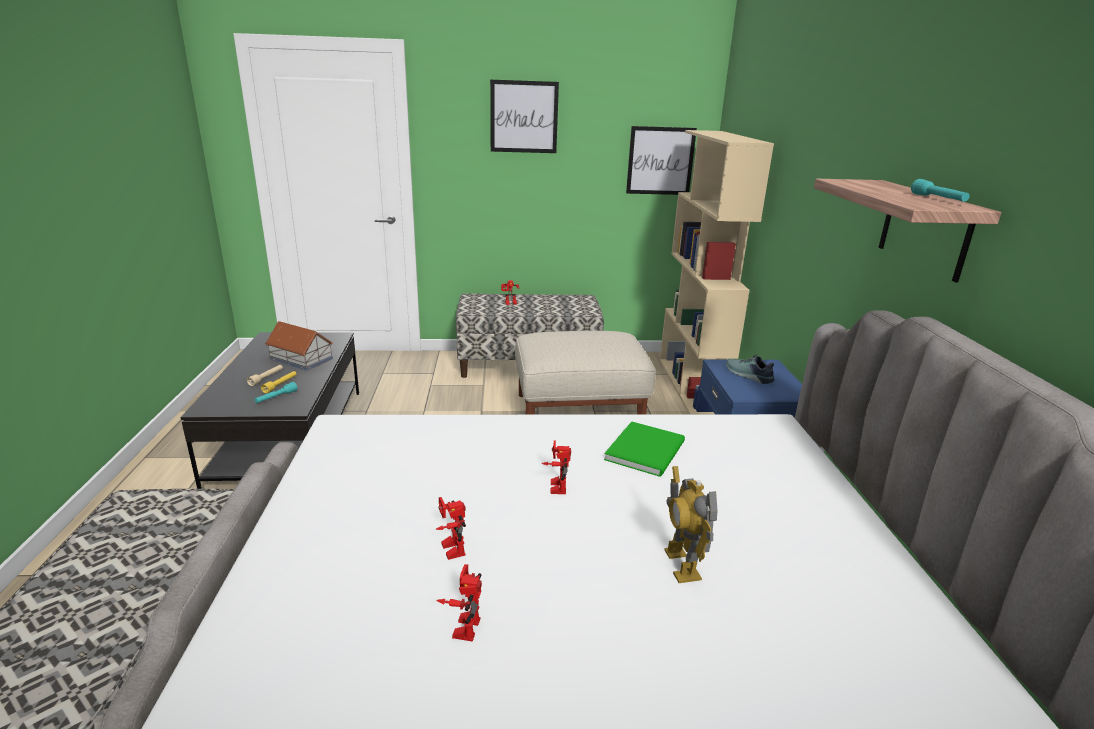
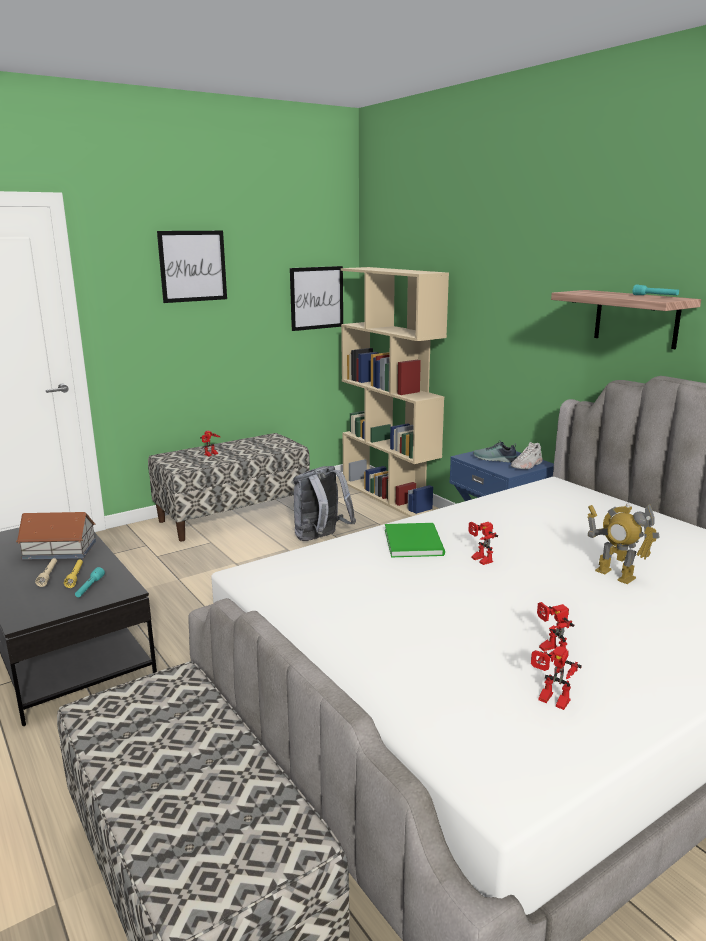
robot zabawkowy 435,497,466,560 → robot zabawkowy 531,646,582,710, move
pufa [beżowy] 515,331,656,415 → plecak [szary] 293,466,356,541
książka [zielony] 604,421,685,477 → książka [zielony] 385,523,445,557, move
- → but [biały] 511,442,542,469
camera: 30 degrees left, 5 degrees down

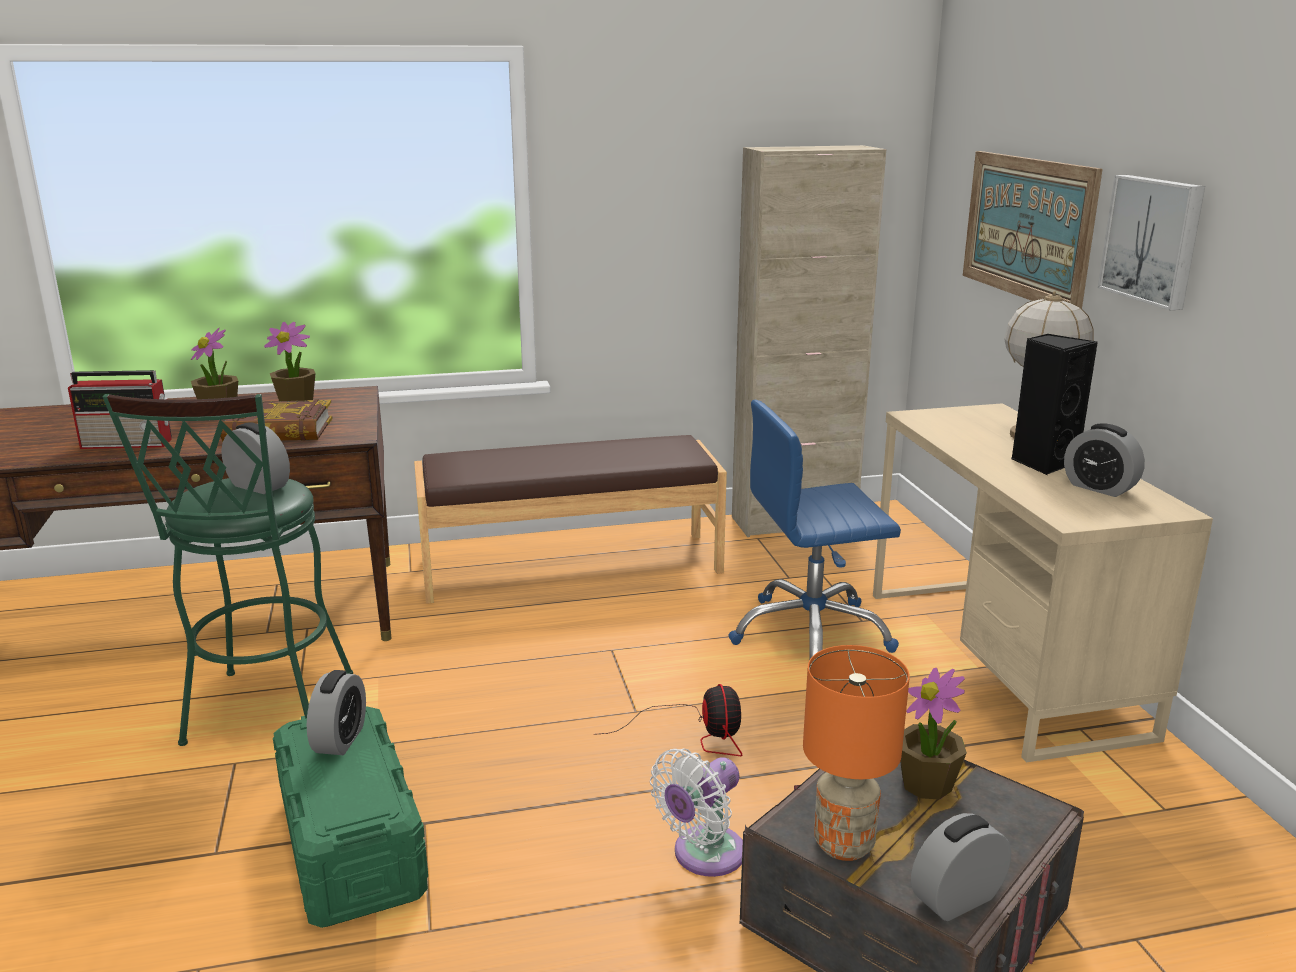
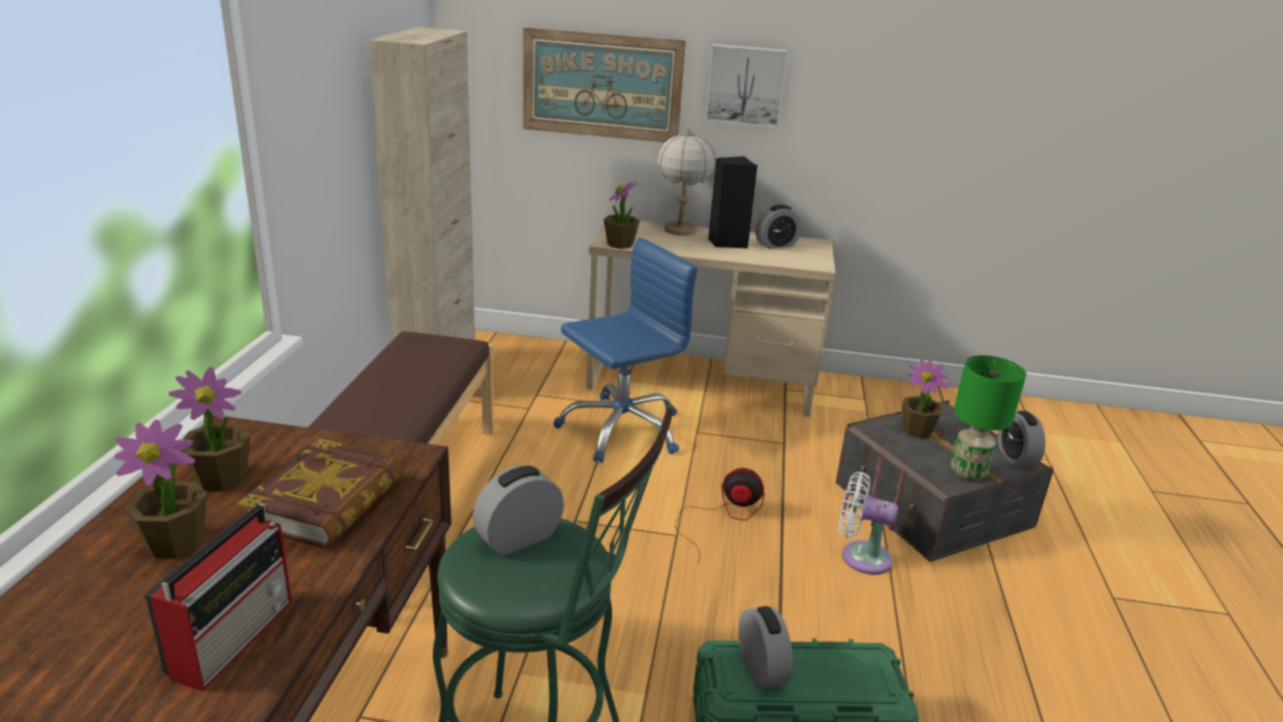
budzik 306,670,366,755 → budzik 739,606,793,689, 45 degrees clockwise
wentylator [biały] 650,748,743,877 → wentylator [biały] 839,472,898,575, 135 degrees clockwise
krzesło biurowe [niebieski] 728,400,901,660 → krzesło biurowe [niebieski] 554,237,698,463, 135 degrees counterclockwise
lampa stołowa [pomarańczowy] 803,645,910,861 → lampa stołowa [zielony] 951,355,1026,481
- → roślina doniczkowa 604,181,640,249
camera: 70 degrees left, 5 degrees up

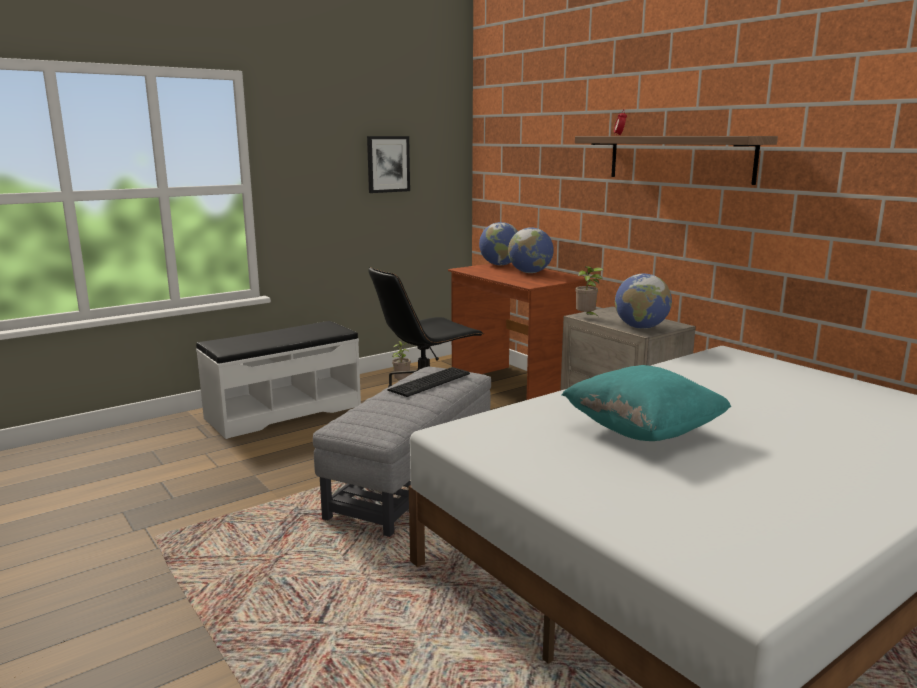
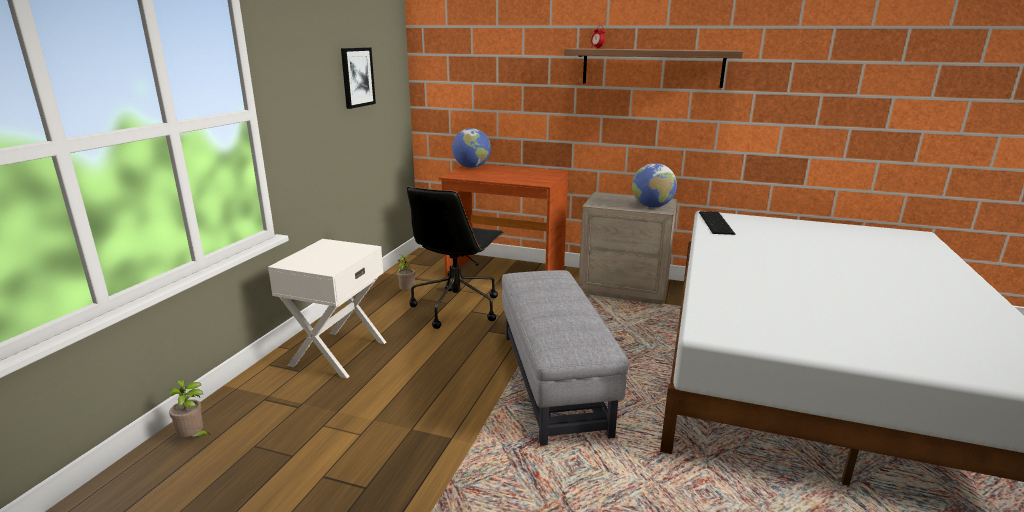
ławka [biały] 196,321,361,439 → szafka nocna [biały] 268,239,386,378
klawiatura 387,367,470,397 → klawiatura 699,211,735,235, move
globus 508,227,554,273 → -
poduszka [turkusowy] 562,365,731,441 → -
roślina doniczkowa 575,266,604,316 → roślina doniczkowa 169,380,211,437, move
camera: 35 degrees left, 5 degrees up

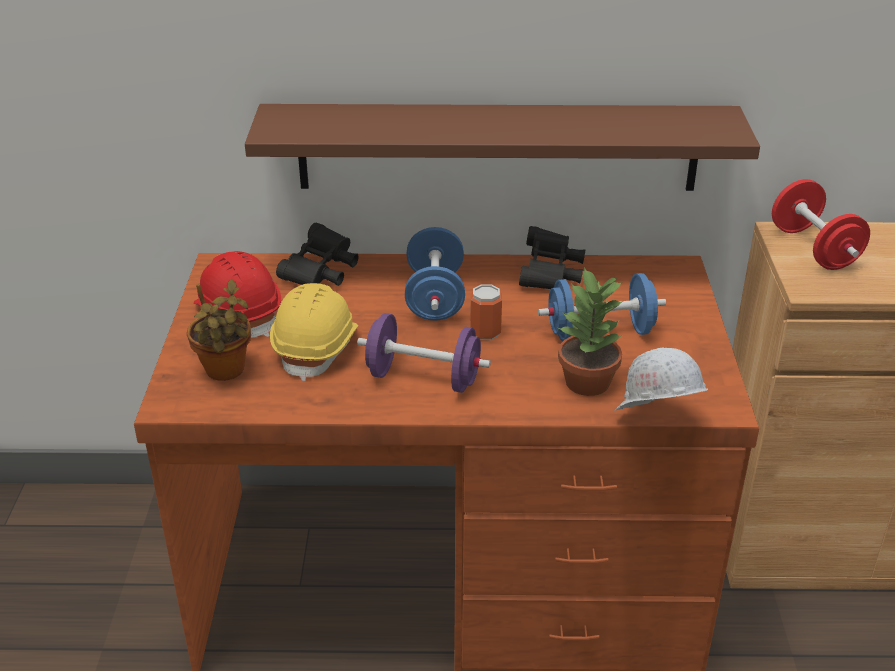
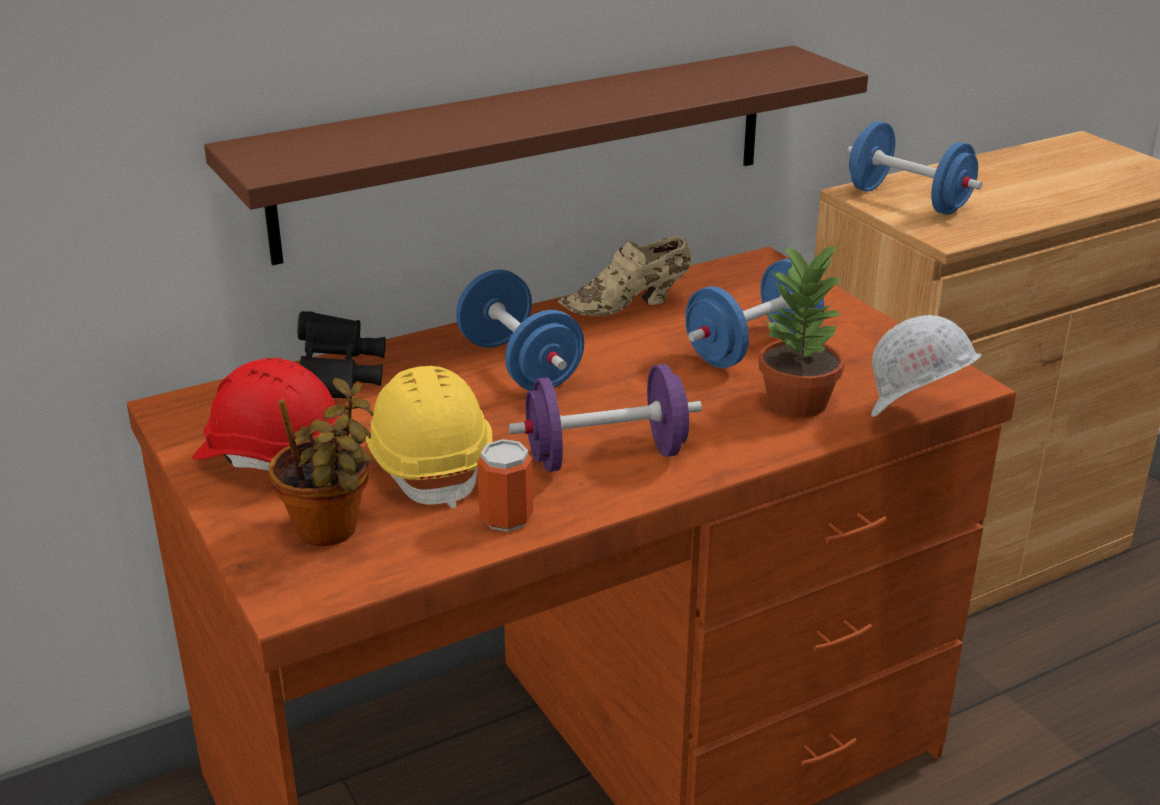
puszka 470,284,502,340 → puszka 477,439,533,532, move
lornetka [czarny] 519,226,585,289 → but [beżowy] 558,236,692,316
hantel [czerwony] 772,179,870,270 → hantel [niebieski] 847,121,982,215
camera: 30 degrees left, 5 degrees down

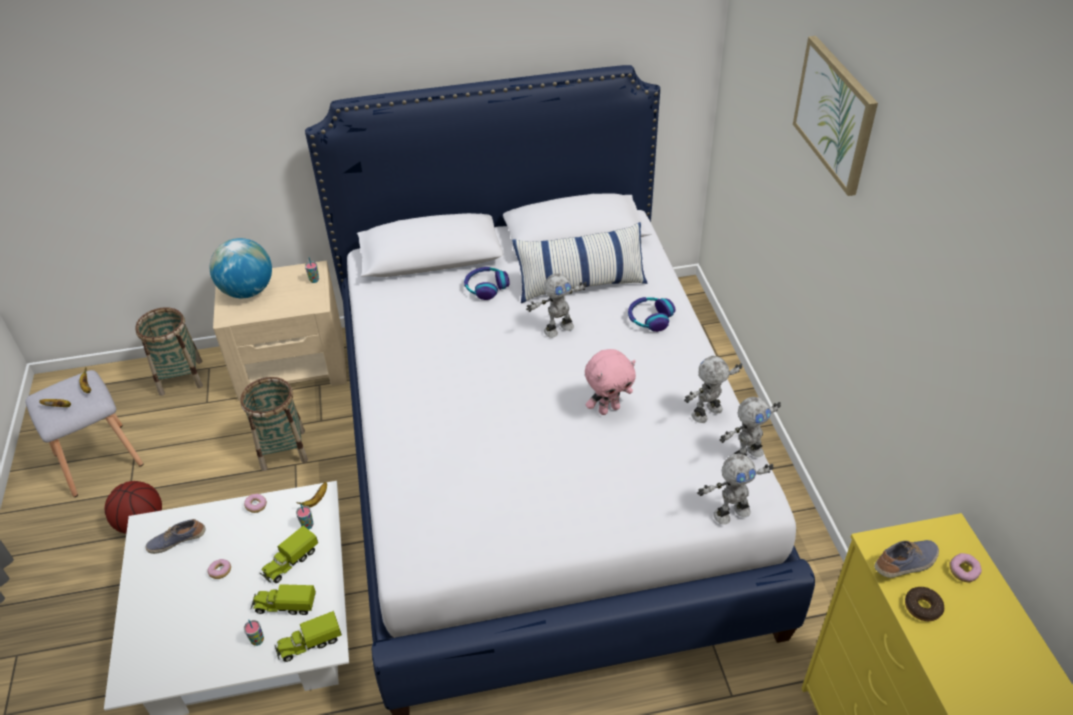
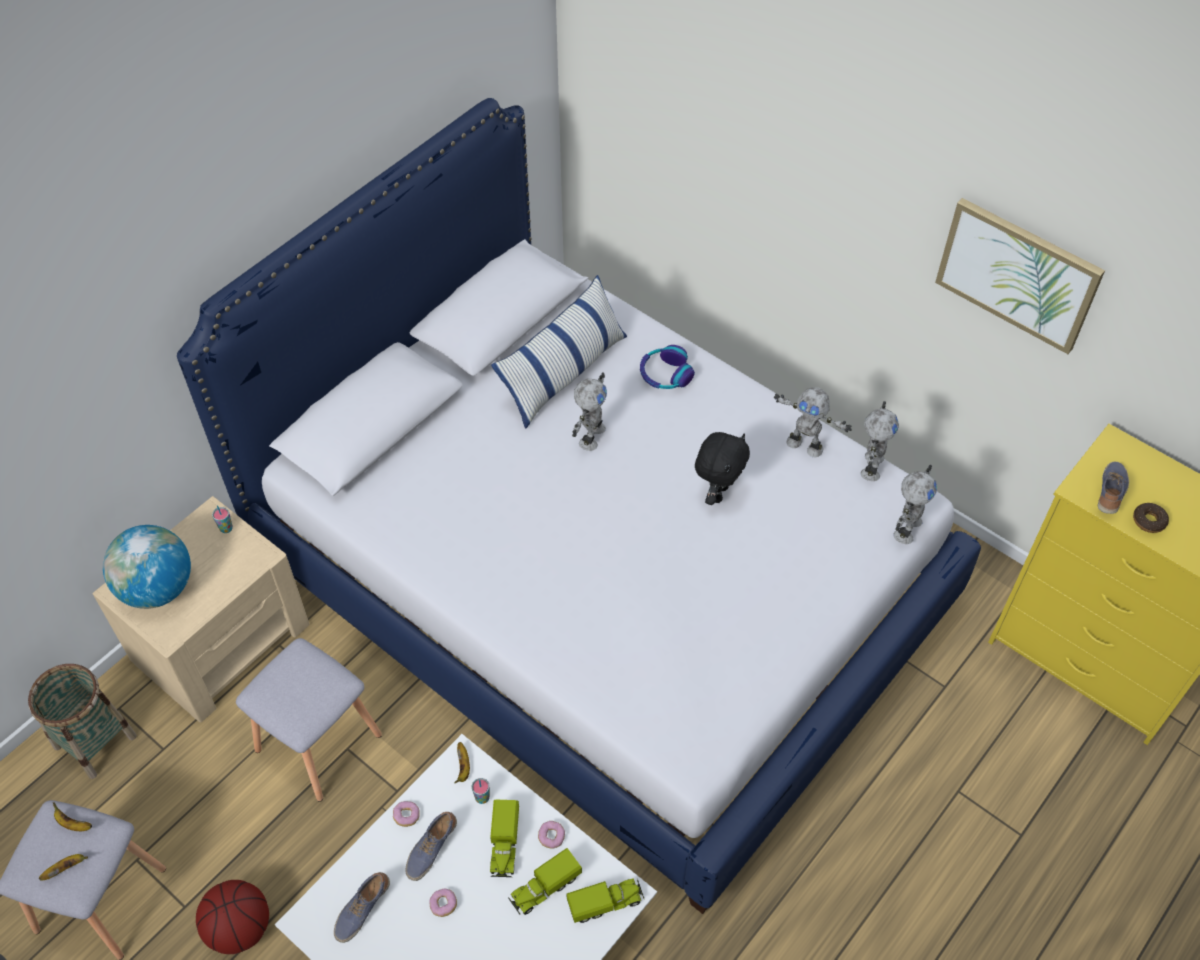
koszyk 240,377,308,471 → stołek [szary] 236,638,382,802
filiżanka 244,620,264,646 → -
ciężarówka zabawkowa 274,611,342,662 → ciężarówka zabawkowa 566,879,644,923, 135 degrees counterclockwise
słuchawki 464,267,510,300 → -
pluszak [różowy] 585,349,636,415 → pluszak [czarny] 695,432,750,505
robot zabawkowy 684,355,742,423 → robot zabawkowy 774,387,852,457, 75 degrees counterclockwise
obraz 793,36,878,196 → obraz 935,198,1105,354, move
donut 949,553,982,582 → donut 538,821,565,849, move
- → but 405,812,457,881
camera: 40 degrees left, 10 degrees up

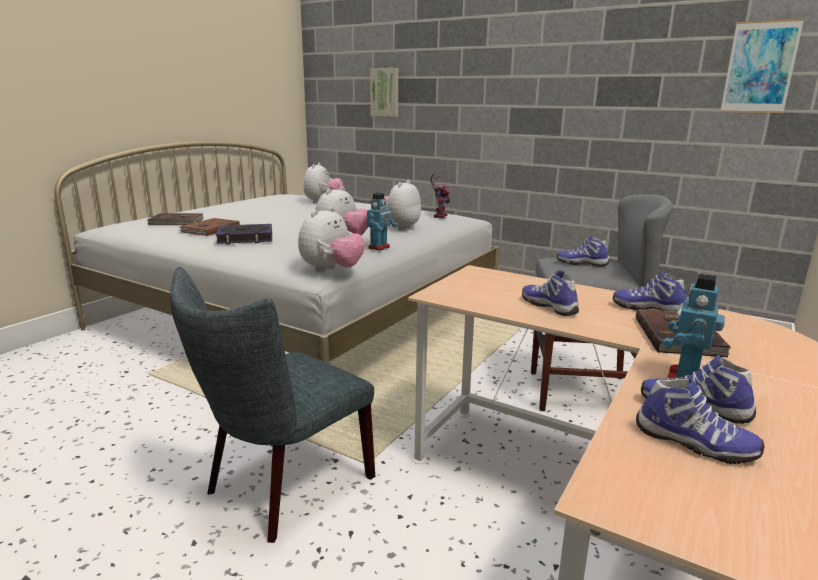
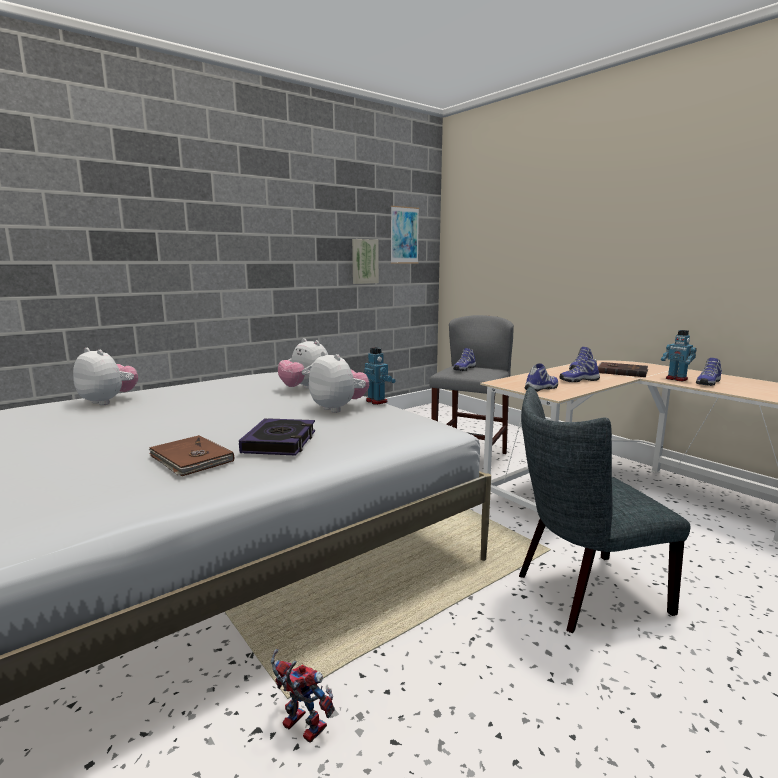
książka [brązowy] 147,213,204,225 → -
krzesło [szary] 170,267,375,543 → krzesło [szary] 519,386,691,633, 105 degrees clockwise
pluszak 298,207,365,272 → -
obraz 370,68,398,117 → obraz 352,239,379,284, move
robot zabawkowy 430,174,451,218 → robot zabawkowy 271,649,335,743, move
but 636,378,765,464 → but 524,363,558,392, move
camera: 70 degrees left, 5 degrees down

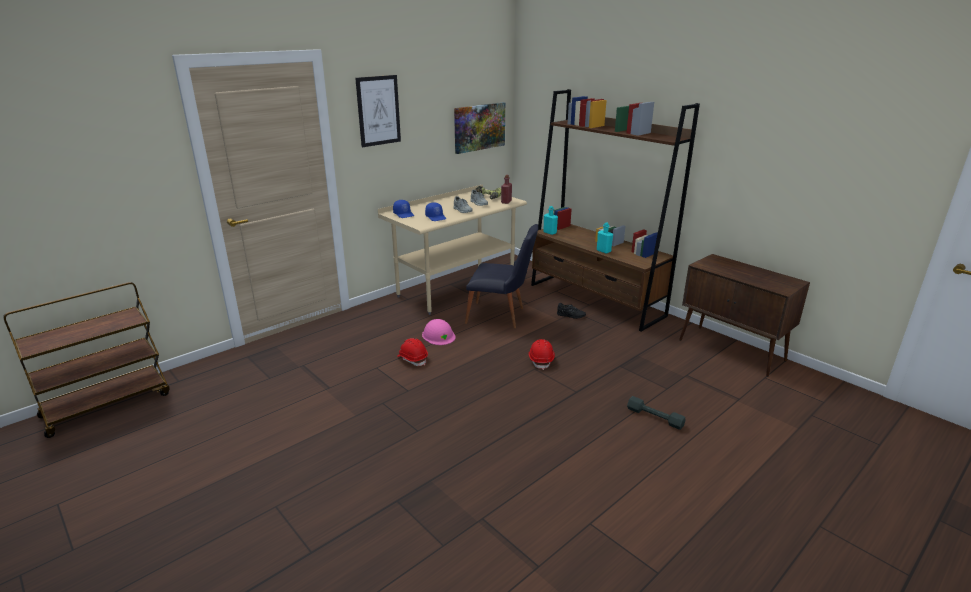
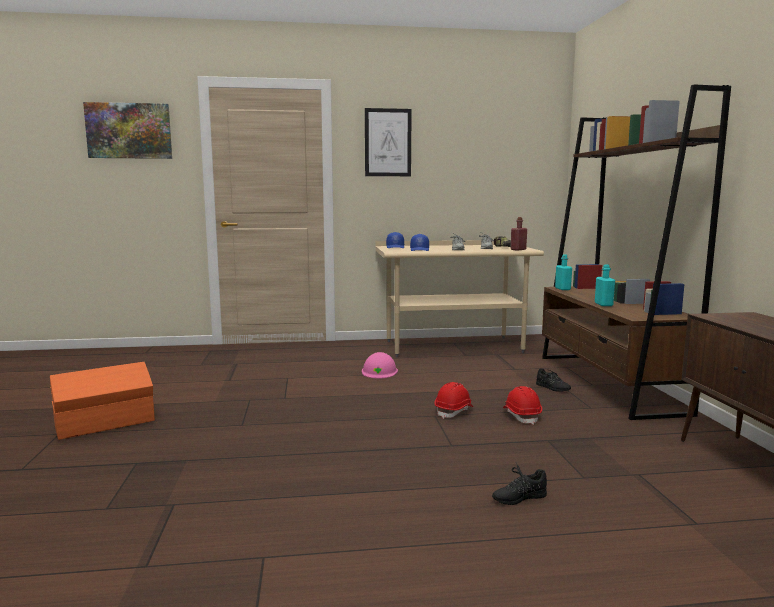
wózek [brązowy] 3,282,170,438 → -
kask [czerwony] 397,338,428,366 → kask [czerwony] 503,386,542,425, move
obraz 454,102,505,154 → obraz 83,102,172,159, move
krzesło [czarny] 465,224,538,328 → -
hantel [szary] 627,396,686,430 → but [czarny] 492,463,547,505
- → pojemnik do przechowywania [pomarańczowy] 50,362,155,440
camera: 35 degrees right, 15 degrees down

